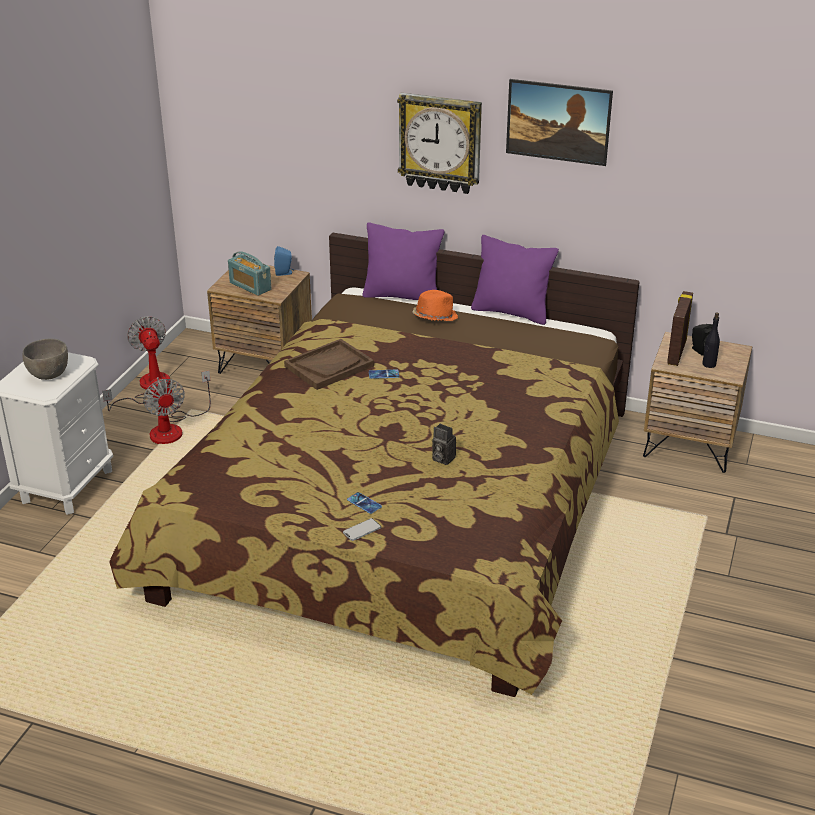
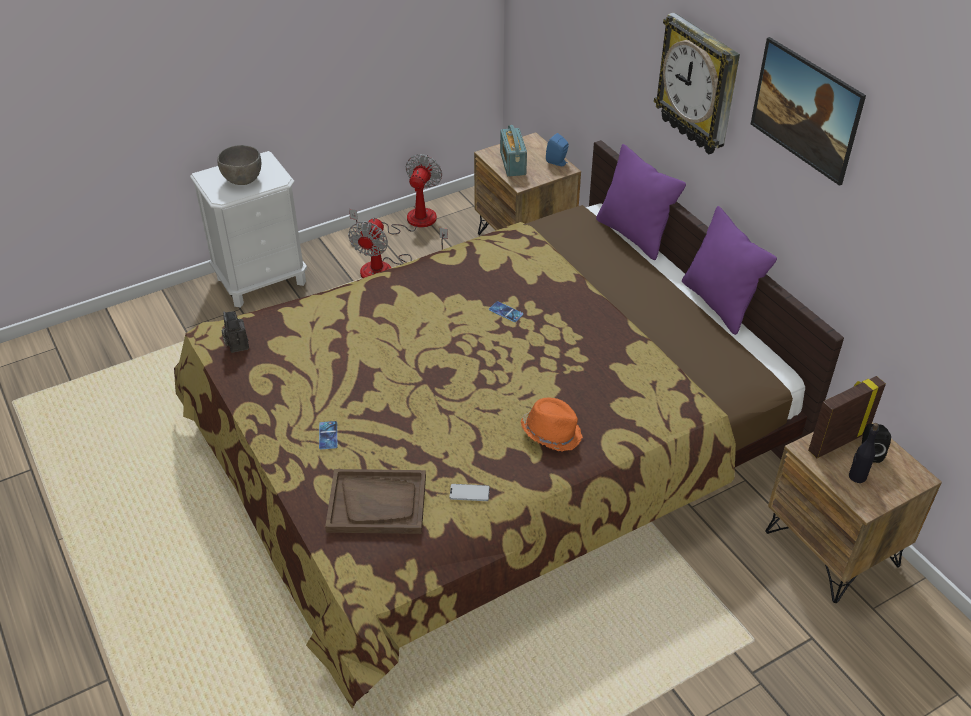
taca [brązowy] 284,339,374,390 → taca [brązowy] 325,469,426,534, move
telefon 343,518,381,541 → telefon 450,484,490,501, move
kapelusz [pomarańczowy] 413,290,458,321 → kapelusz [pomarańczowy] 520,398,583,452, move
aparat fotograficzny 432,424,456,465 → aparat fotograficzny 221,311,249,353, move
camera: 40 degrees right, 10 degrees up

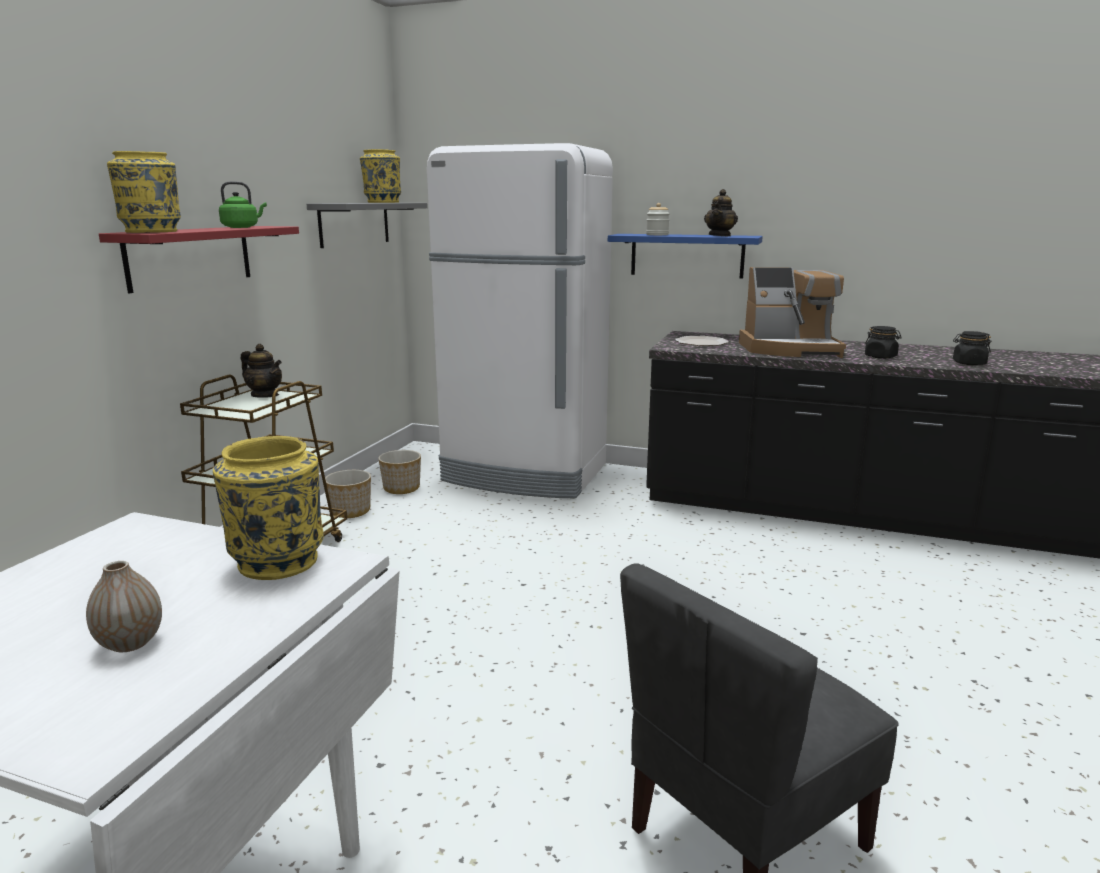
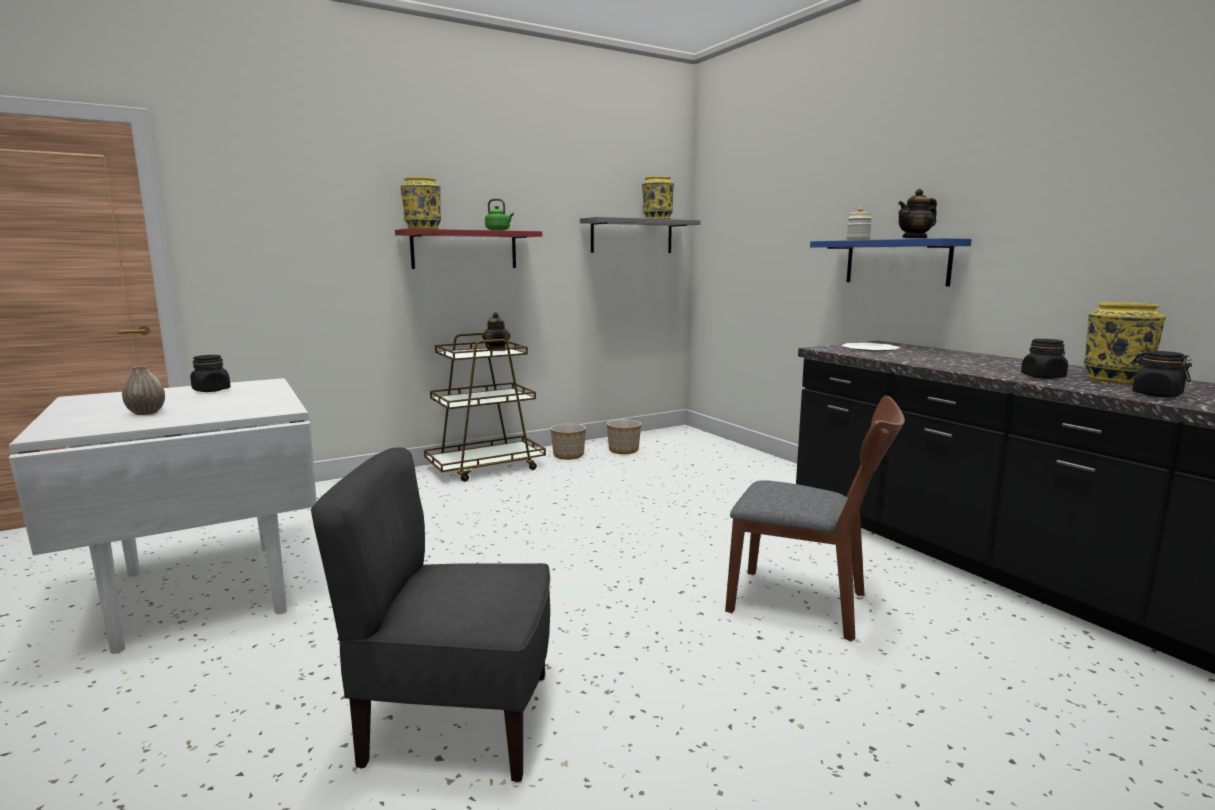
wazon [żółty] 213,436,324,580 → wazon [żółty] 1084,302,1166,384, move
lodówka [biały] 427,143,613,498 → -
ekspres do kawy 739,267,846,358 → -
- → słoik [czarny] 190,355,231,392
- → krzesło [brązowy] 725,396,905,642
camera: 40 degrees right, 5 degrees down

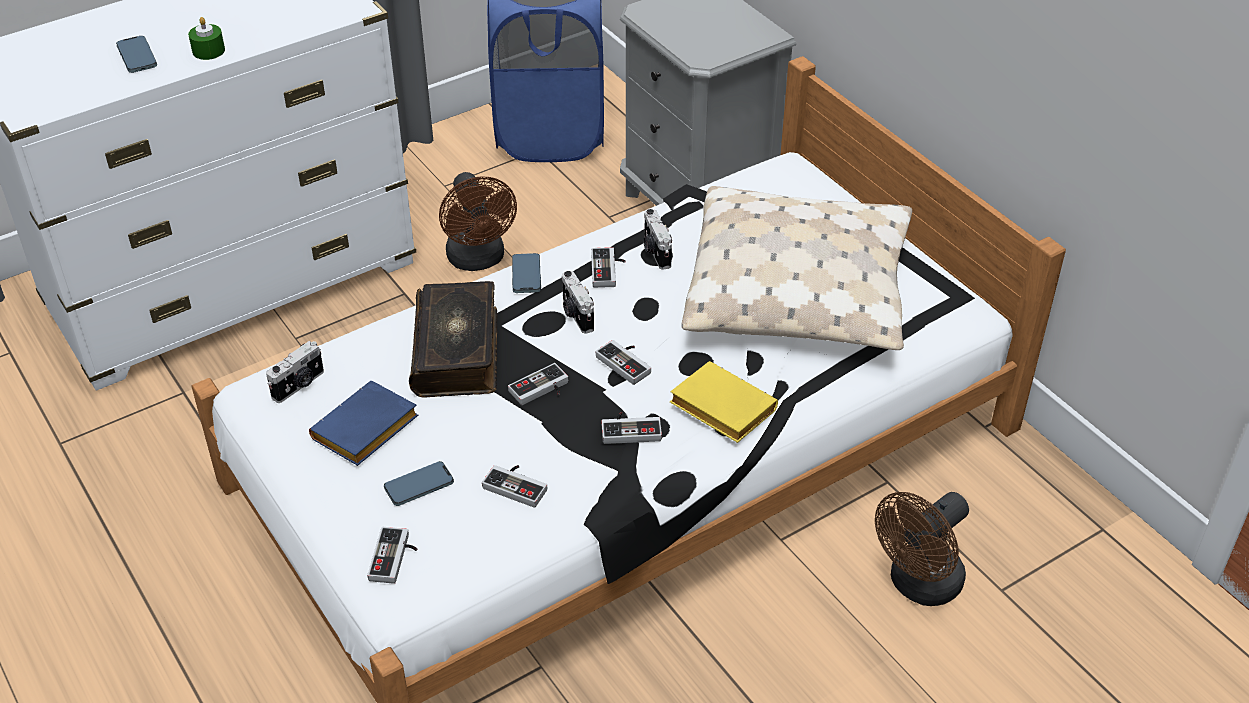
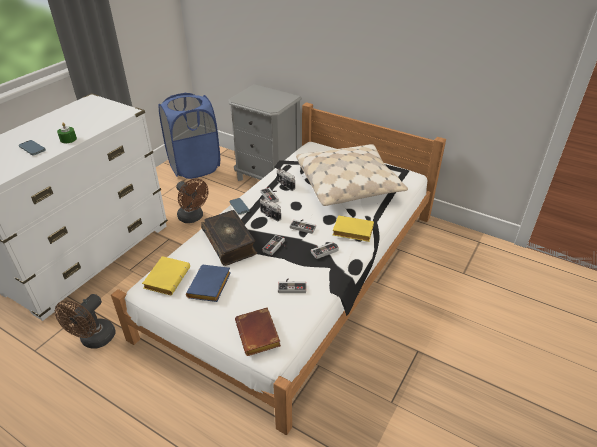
aparat fotograficzny 266,341,324,403 → książka [żółty] 142,256,190,295
pad do gier 367,527,418,584 → książka [brązowy] 235,307,281,356
telefon 384,461,454,506 → -
wentylator [brązowy] 875,492,969,606 → wentylator [brązowy] 55,294,116,349, move
camera: 25 degrees left, 5 degrees down

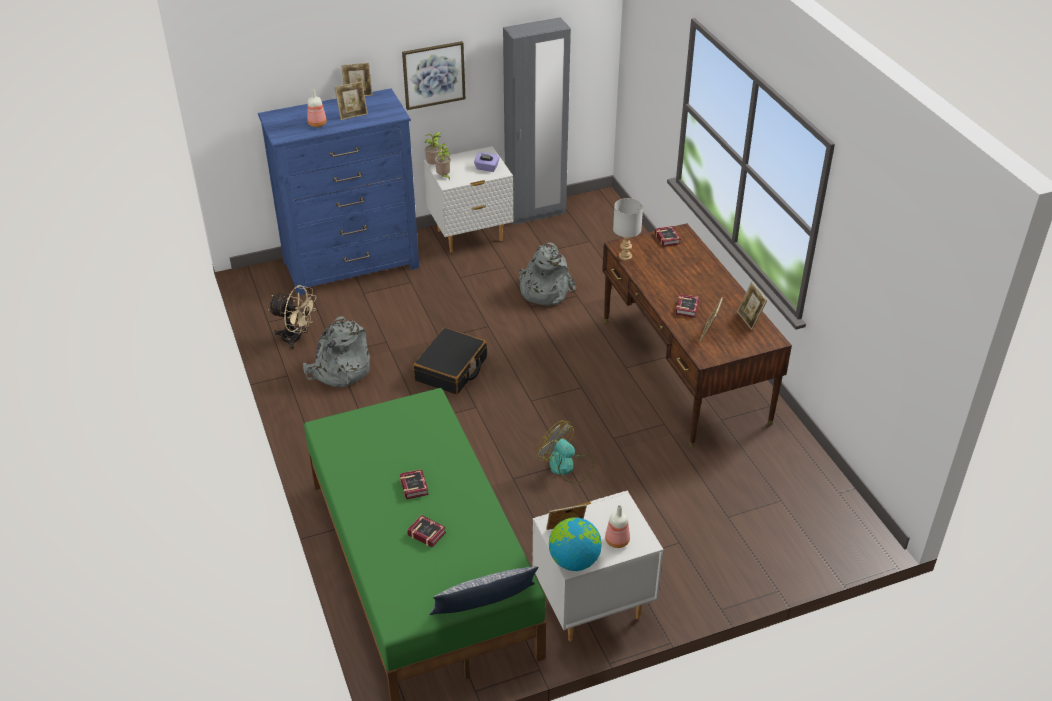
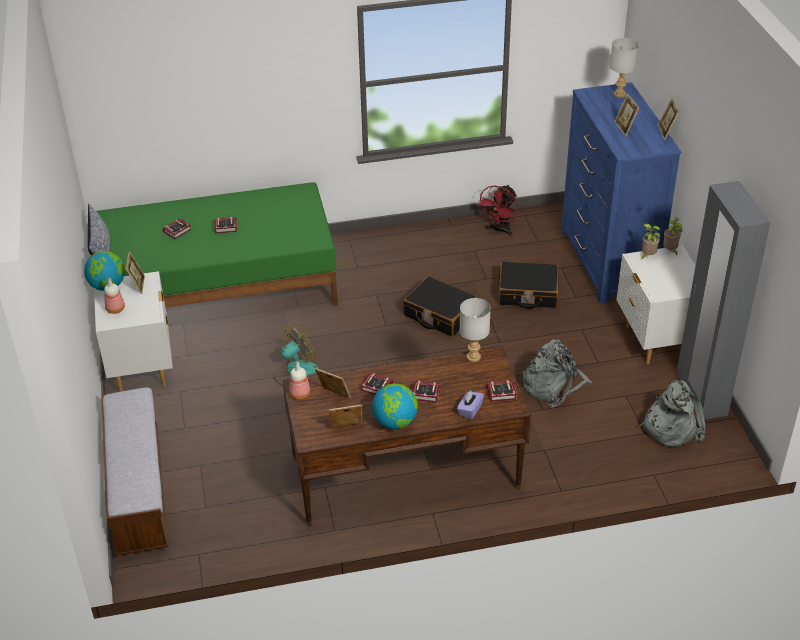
wentylator [beżowy] 268,285,317,349 → wentylator [czerwony] 477,185,519,236
plecak [szary] 303,316,370,388 → plecak [szary] 640,380,706,447, move
butelka 307,89,327,127 → butelka 289,361,310,400, move
obraz 402,41,465,110 → -
pudełko chusteczek [fioletowy] 474,152,500,172 → pudełko chusteczek [fioletowy] 457,391,484,420, move
- → ławka 101,387,168,556
- → globus 372,383,418,429
- → książka 412,381,441,403
- → walizka [czarny] 498,261,559,309
- → lampa stołowa [szary] 610,38,639,98
camera: 100 degrees right, 0 degrees up

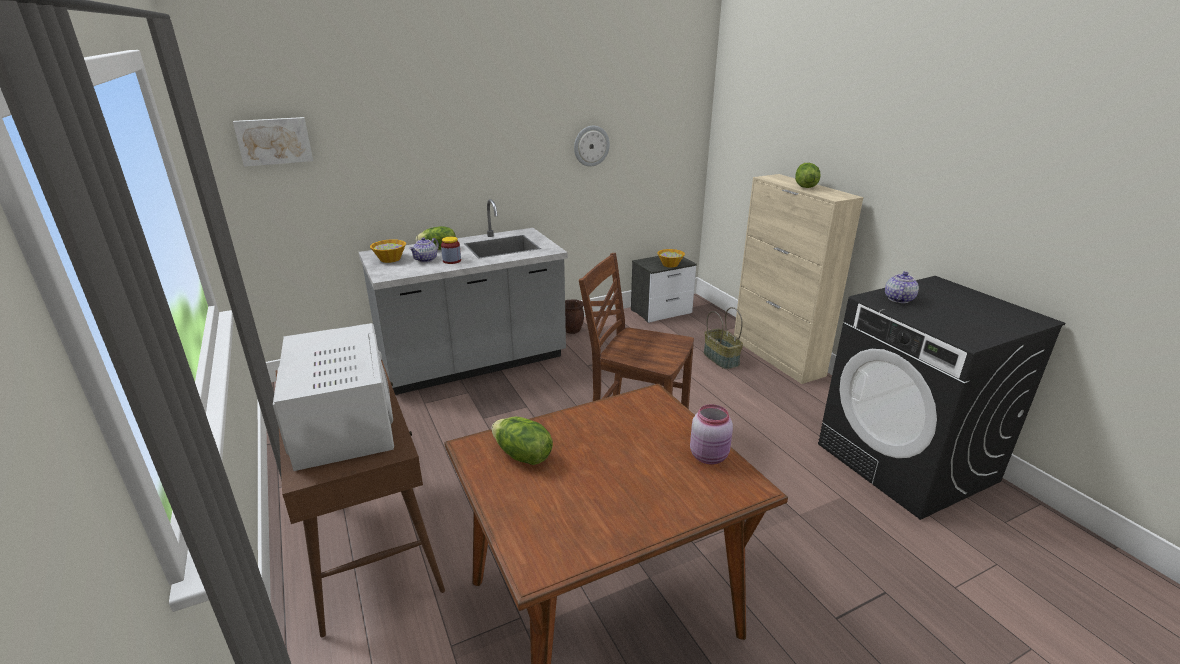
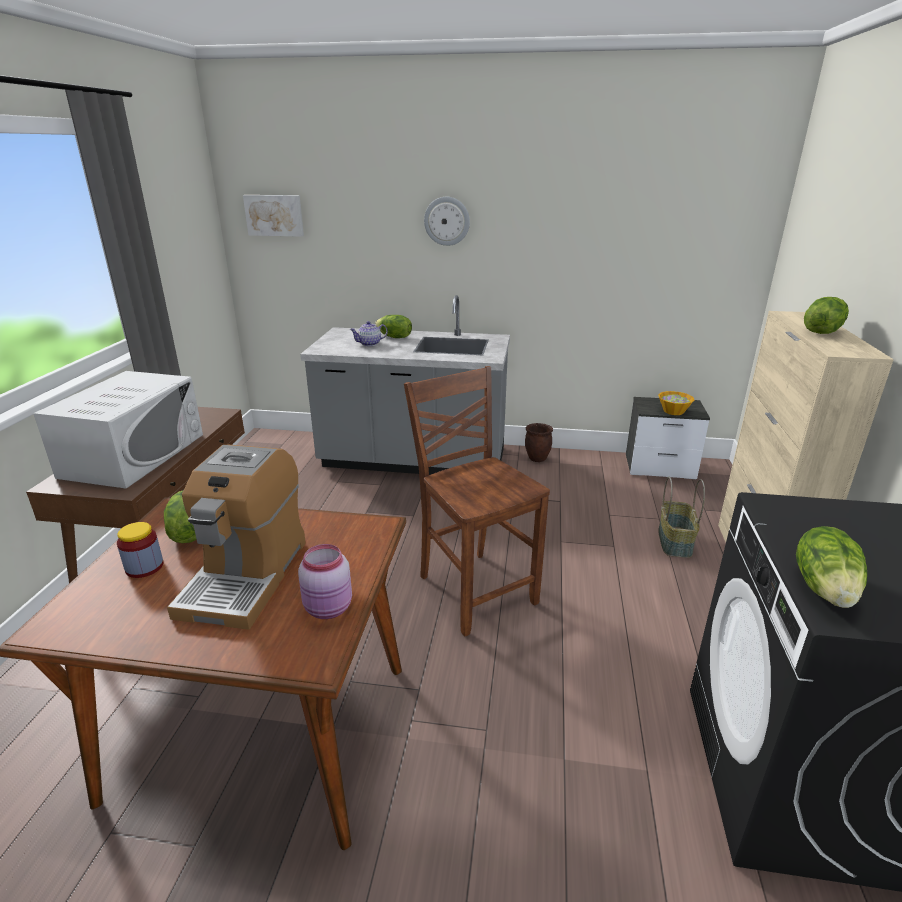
miska 370,239,406,263 → -
słoik 441,237,461,264 → słoik 117,522,164,578, move
zegar ścienny 574,126,610,167 → zegar ścienny 424,197,470,246, move
imbryk 885,271,919,303 → -
- → ekspres do kawy 167,445,306,630
- → sałata 796,526,867,608
camera: 35 degrees right, 0 degrees up

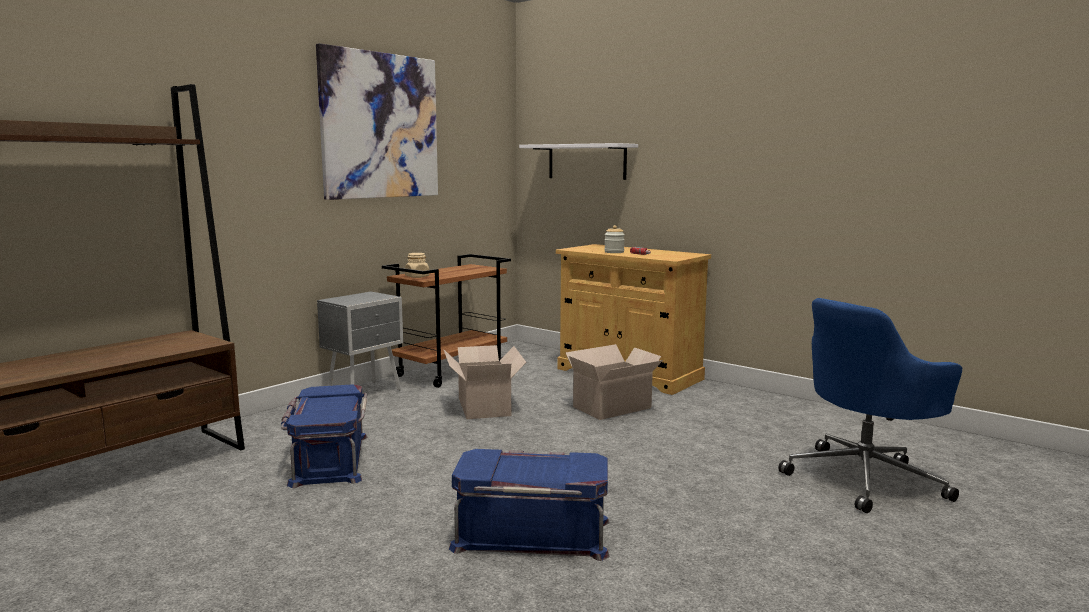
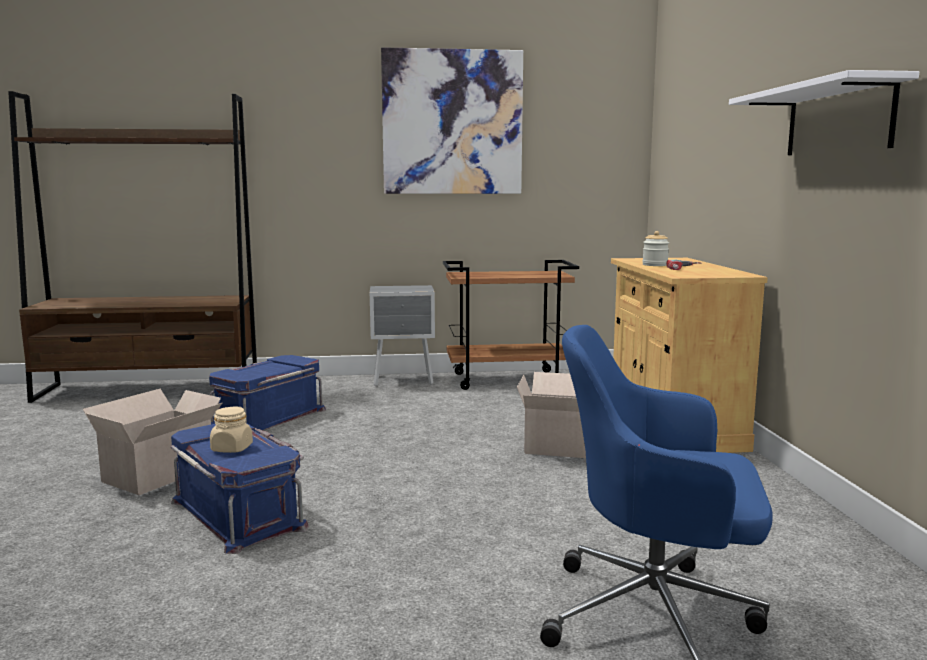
słoik [beżowy] 405,253,429,278 → słoik [beżowy] 210,406,253,453, move
karton 443,345,526,419 → karton 83,389,222,495, move
półka [biały] 519,143,638,180 → półka [biały] 729,70,919,155, move
camera: 45 degrees right, 0 degrees up

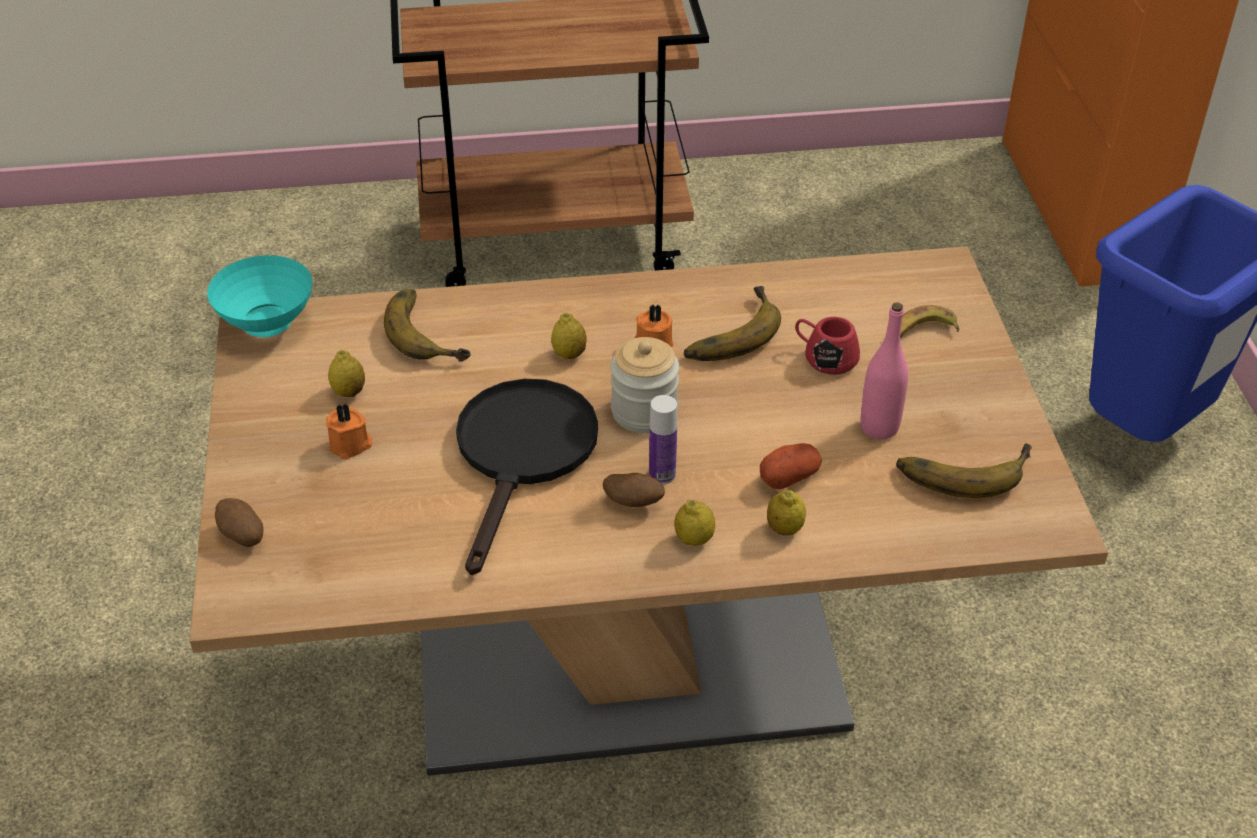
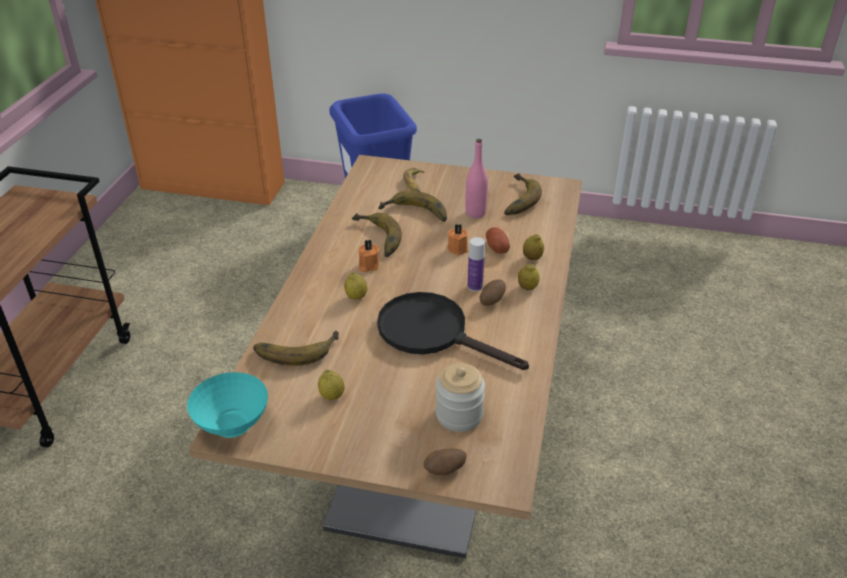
świeca [pomarańczowy] 326,403,372,460 → świeca [pomarańczowy] 447,224,468,255, move
słoik 611,337,679,433 → słoik 436,363,485,432, move
kubek [czerwony] 795,317,860,375 → banan 378,191,447,222
camera: 70 degrees left, 5 degrees down

